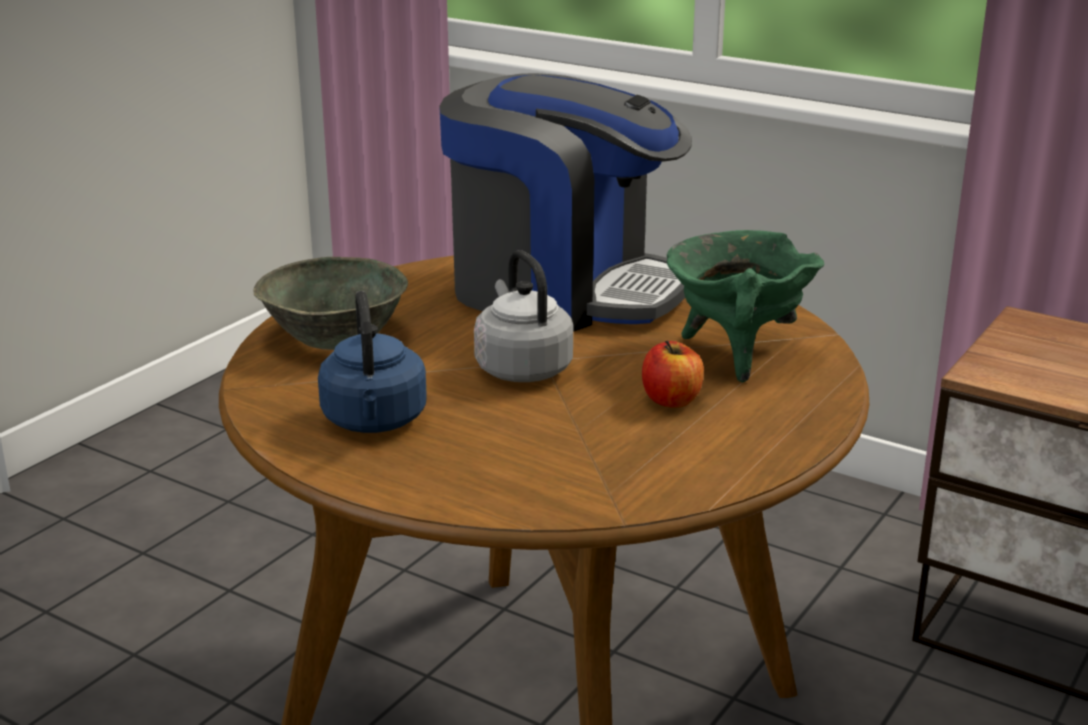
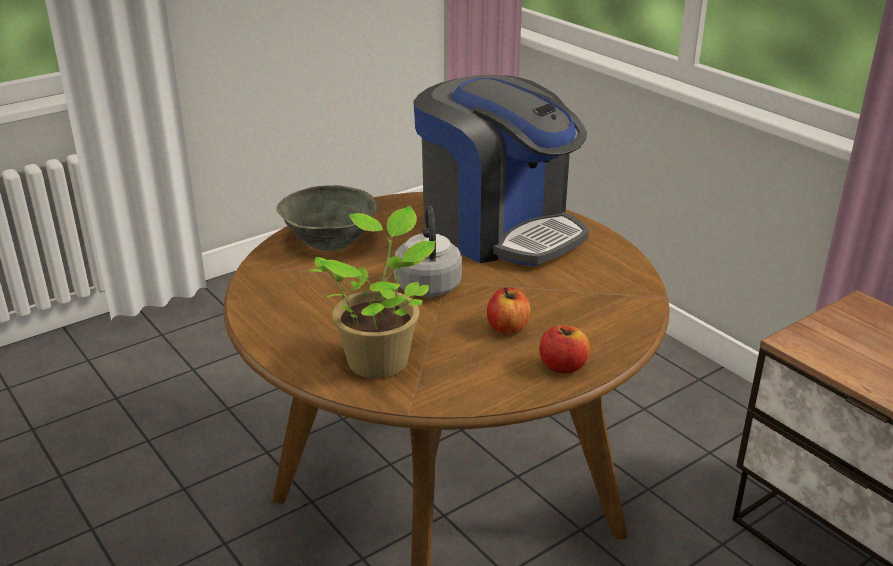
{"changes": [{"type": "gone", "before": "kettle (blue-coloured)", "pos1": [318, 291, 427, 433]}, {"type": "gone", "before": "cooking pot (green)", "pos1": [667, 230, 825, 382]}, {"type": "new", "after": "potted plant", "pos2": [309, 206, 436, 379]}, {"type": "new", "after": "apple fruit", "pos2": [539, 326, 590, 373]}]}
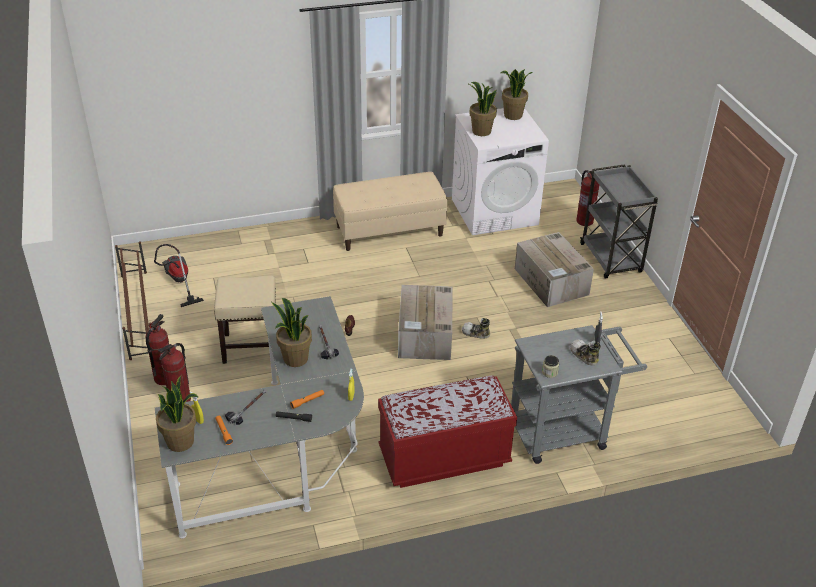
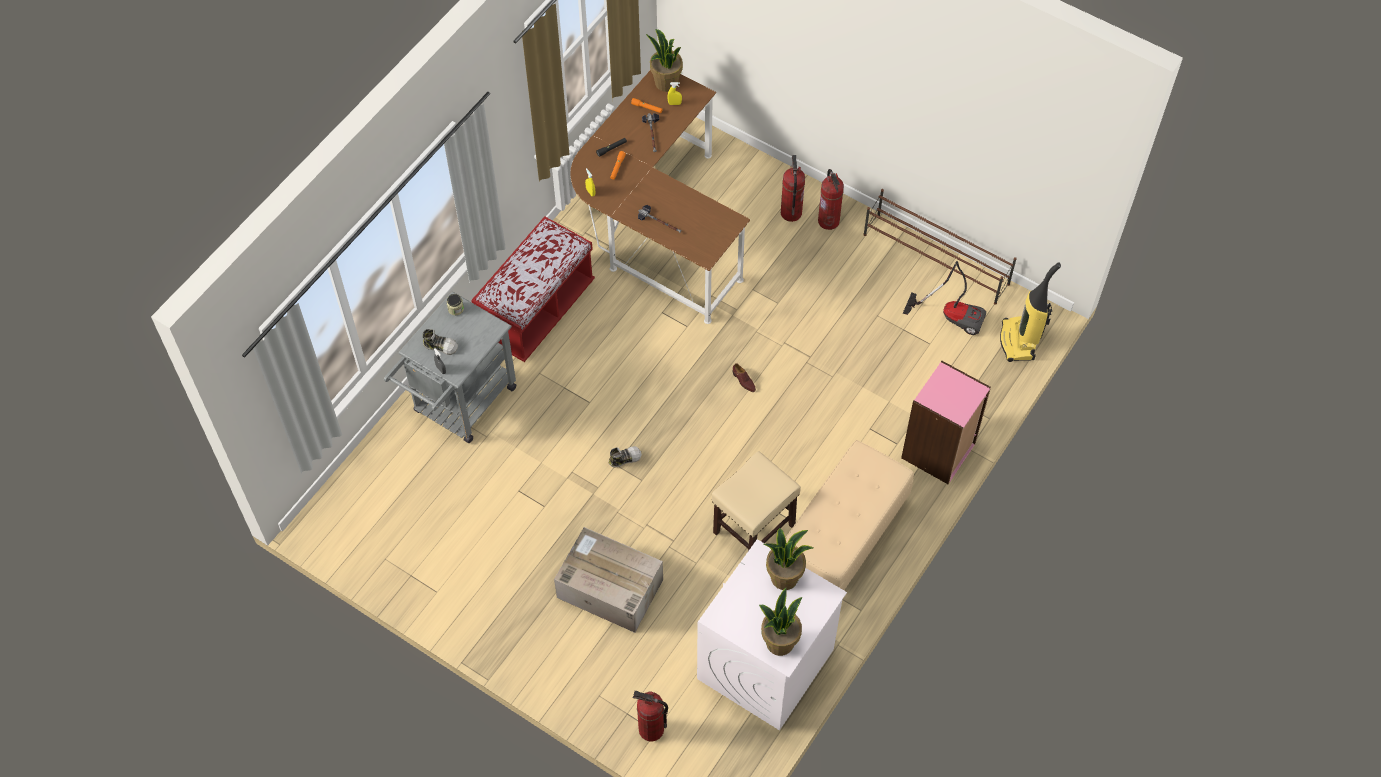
{"changes": [{"type": "repainted", "before": "desk table (greyish)", "after": "desk table (brown)", "pos1": [155, 296, 364, 538], "pos2": [570, 70, 750, 324]}, {"type": "shifted", "before": "stool (sand-coloured)", "pos1": [214, 276, 276, 364], "pos2": [712, 451, 801, 551]}, {"type": "gone", "before": "potted plant", "pos1": [271, 298, 312, 367]}, {"type": "gone", "before": "cardboard box", "pos1": [398, 285, 453, 360]}, {"type": "gone", "before": "trolley (greyish)", "pos1": [580, 164, 658, 279]}, {"type": "new", "after": "bookshelf (pink-coloured)", "pos2": [901, 361, 991, 484]}, {"type": "new", "after": "vacuum cleaner", "pos2": [1000, 262, 1061, 362]}]}
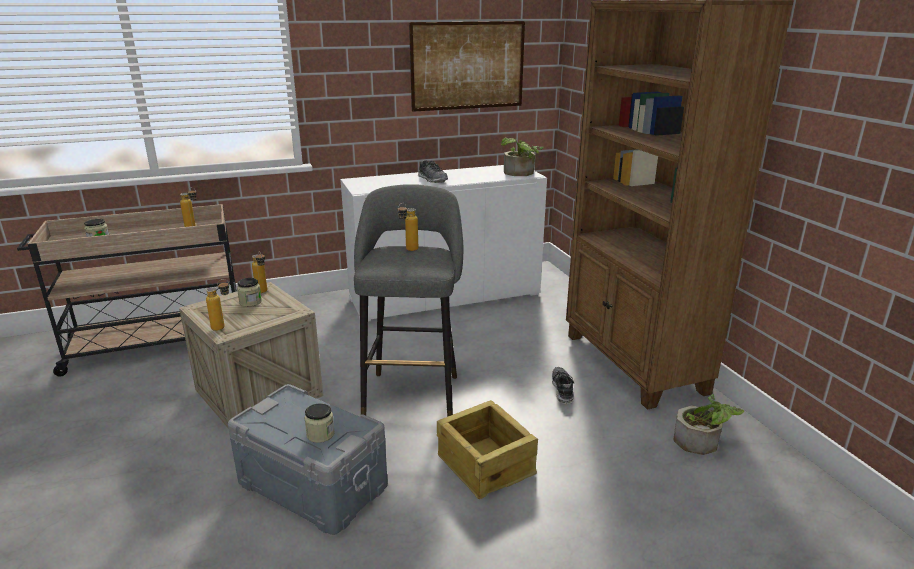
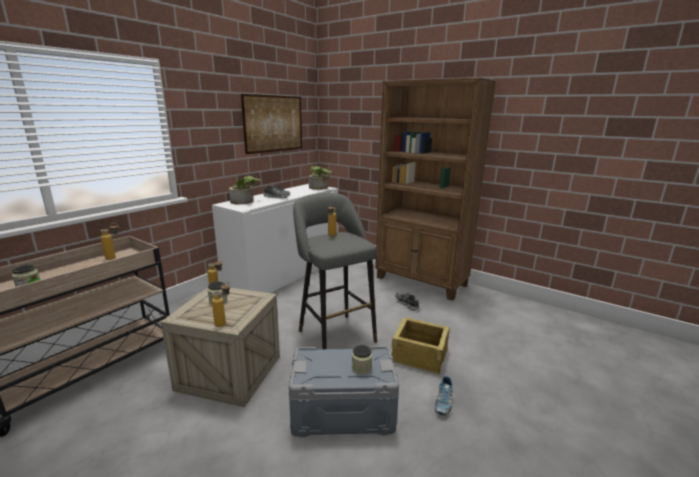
{"changes": [{"type": "shifted", "before": "potted plant", "pos1": [673, 394, 744, 455], "pos2": [229, 176, 261, 205]}, {"type": "new", "after": "shoe", "pos2": [434, 376, 453, 415]}]}
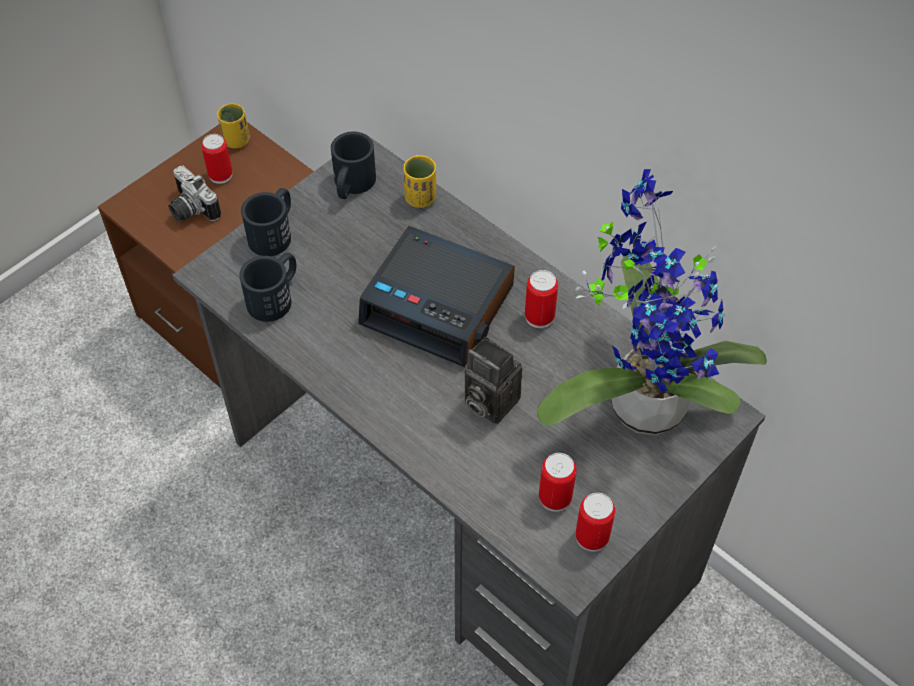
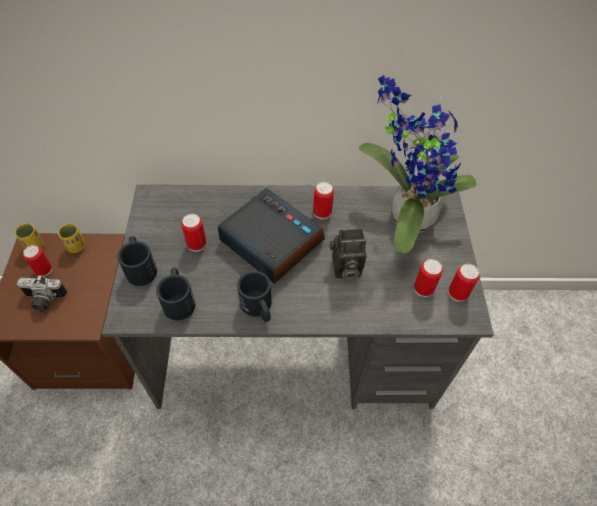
{"changes": [{"type": "shifted", "before": "coffee mug (black-coloured)", "pos1": [331, 132, 376, 199], "pos2": [237, 271, 272, 322]}, {"type": "rotated", "before": "table clock", "pos1": [358, 226, 515, 367], "pos2": [217, 188, 325, 284], "turn": -120}, {"type": "shifted", "before": "drinking cup (yellow-coloured)", "pos1": [403, 155, 436, 208], "pos2": [58, 223, 85, 253]}, {"type": "new", "after": "can", "pos2": [181, 214, 206, 252]}]}
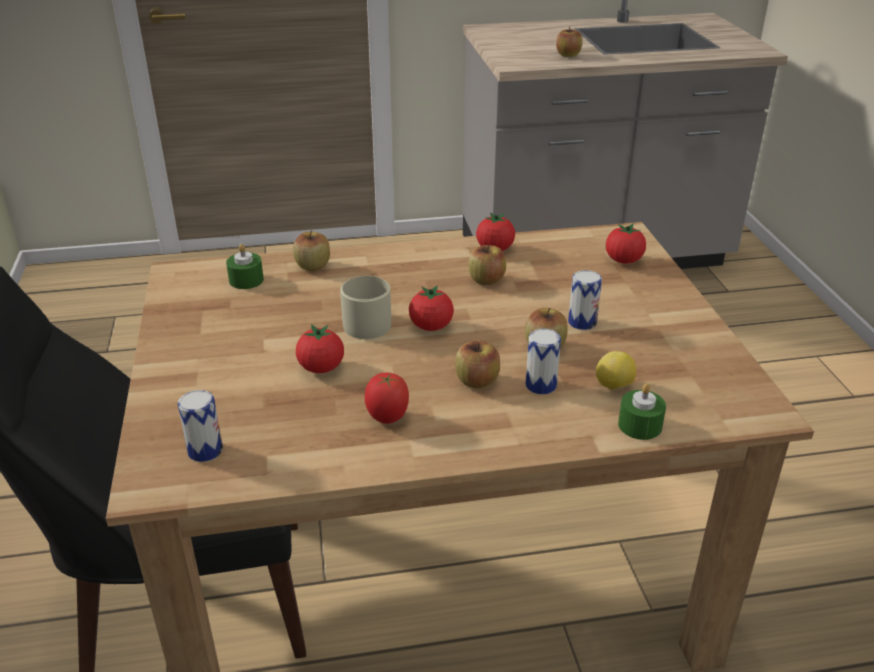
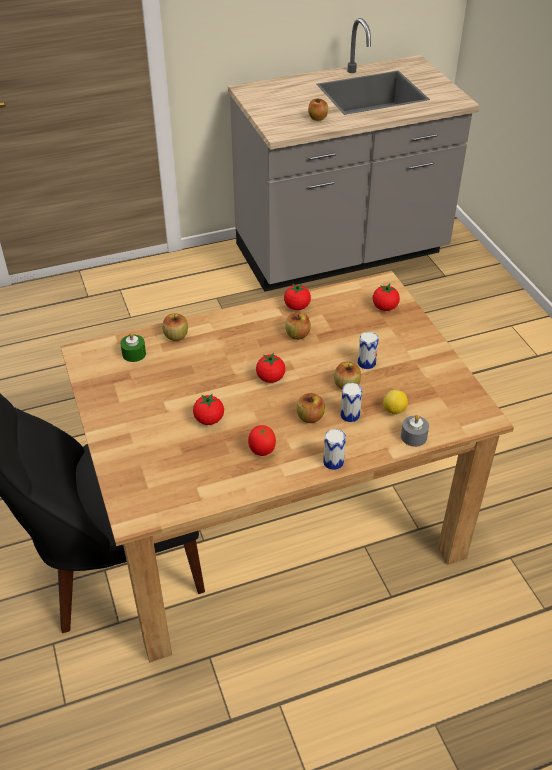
{"changes": [{"type": "shifted", "before": "can", "pos1": [178, 390, 223, 462], "pos2": [323, 429, 346, 470]}, {"type": "gone", "before": "coffee mug (sand-coloured)", "pos1": [340, 276, 391, 339]}, {"type": "repainted", "before": "candle (green)", "after": "candle (greyish)", "pos1": [618, 384, 666, 440], "pos2": [401, 415, 429, 447]}]}
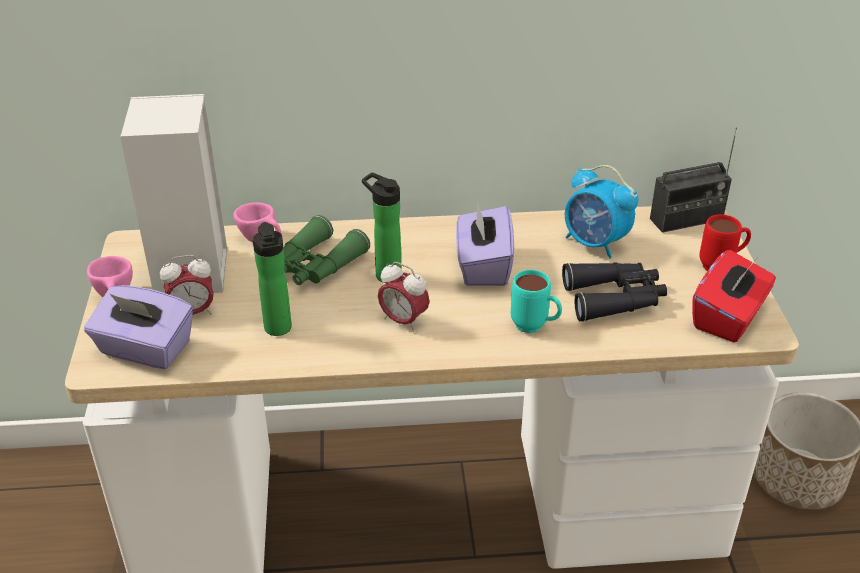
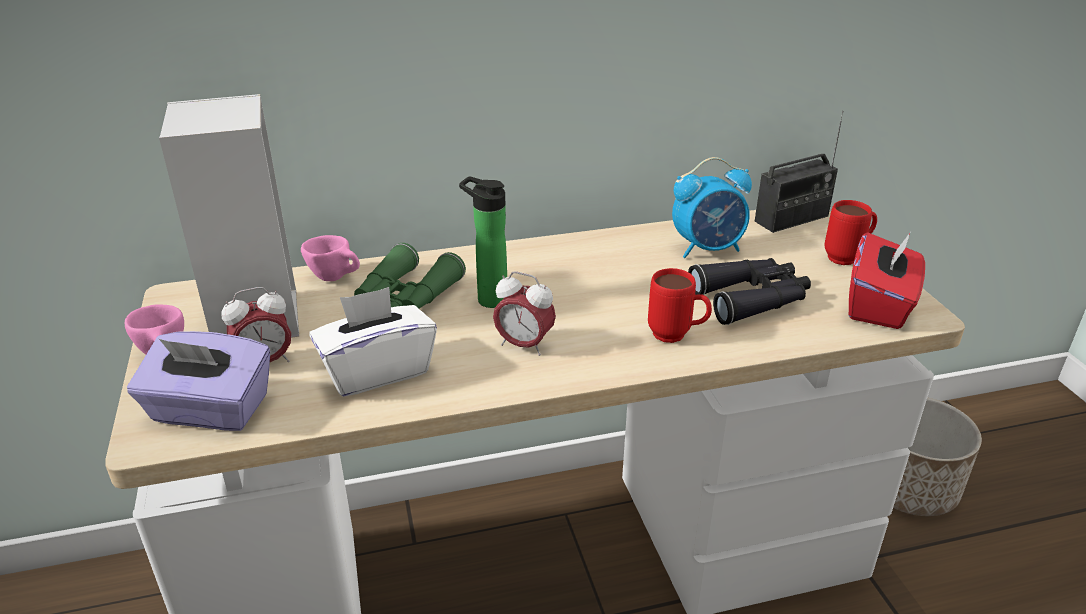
{"changes": [{"type": "swapped", "before": "drink bottle", "after": "box of tissues (whitish)", "pos1": [252, 222, 292, 336], "pos2": [309, 287, 437, 397]}, {"type": "gone", "before": "box of tissues (purple-coloured)", "pos1": [456, 202, 514, 286]}, {"type": "repainted", "before": "coffee mug (turquoise)", "after": "coffee mug (reddish)", "pos1": [511, 270, 562, 333], "pos2": [648, 268, 712, 343]}, {"type": "rotated", "before": "table clock", "pos1": [565, 165, 639, 258], "pos2": [672, 157, 752, 258], "turn": -45}]}
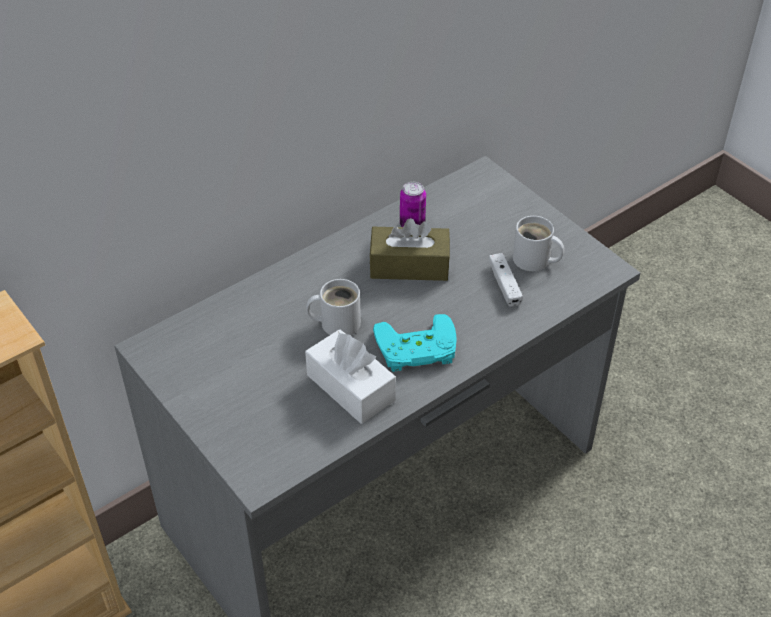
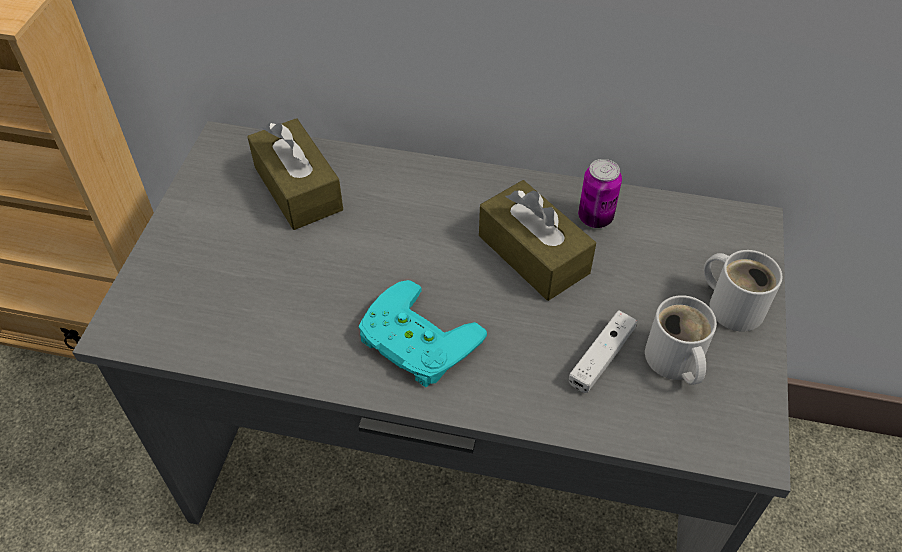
{"changes": [{"type": "gone", "before": "box of tissues (whitish)", "pos1": [305, 329, 396, 424]}, {"type": "shifted", "before": "coffee mug (whitish)", "pos1": [306, 279, 361, 335], "pos2": [704, 250, 783, 331]}, {"type": "new", "after": "box of tissues (brown)", "pos2": [248, 118, 343, 230]}]}
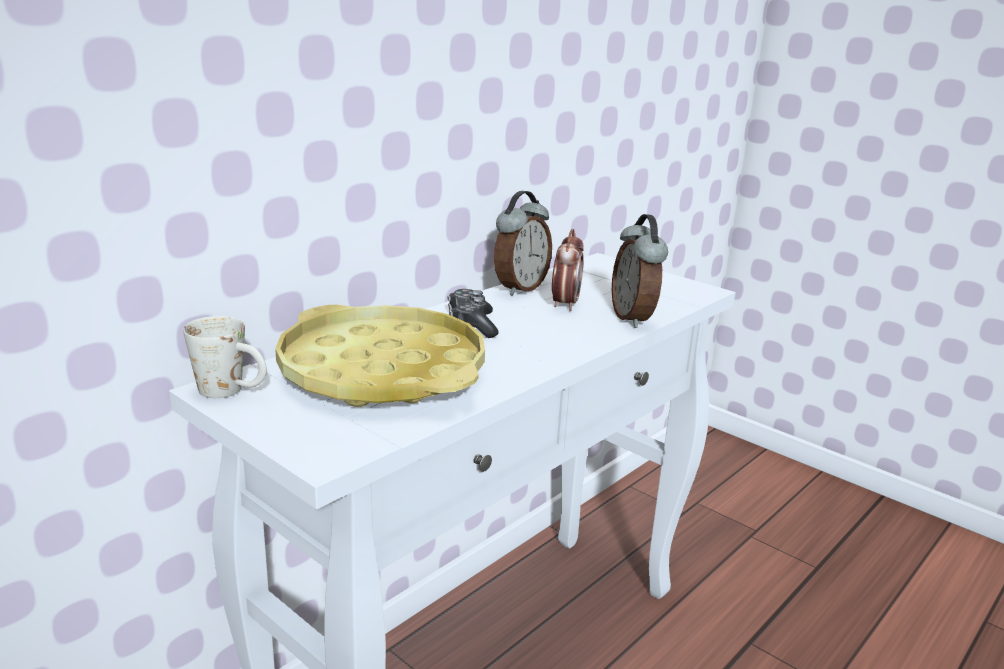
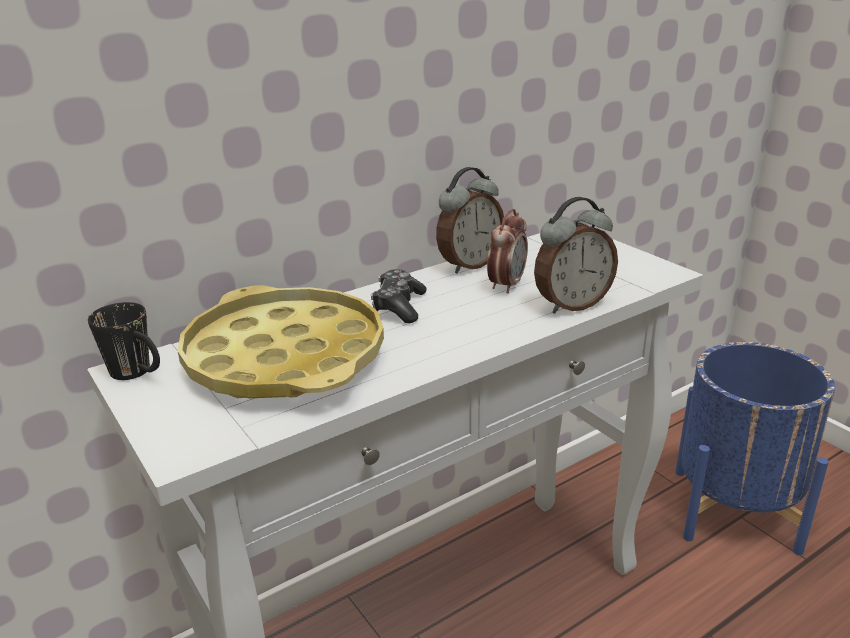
{"changes": [{"type": "repainted", "before": "coffee mug (whitish)", "after": "coffee mug (black-coloured)", "pos1": [183, 316, 267, 398], "pos2": [88, 302, 160, 380]}, {"type": "rotated", "before": "table clock", "pos1": [612, 214, 668, 328], "pos2": [534, 197, 618, 314], "turn": -120}, {"type": "new", "after": "flower pot (blue-coloured)", "pos2": [675, 342, 835, 555]}]}
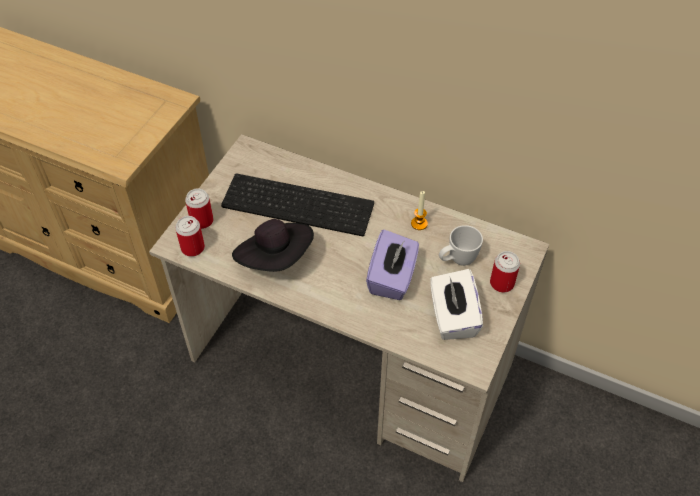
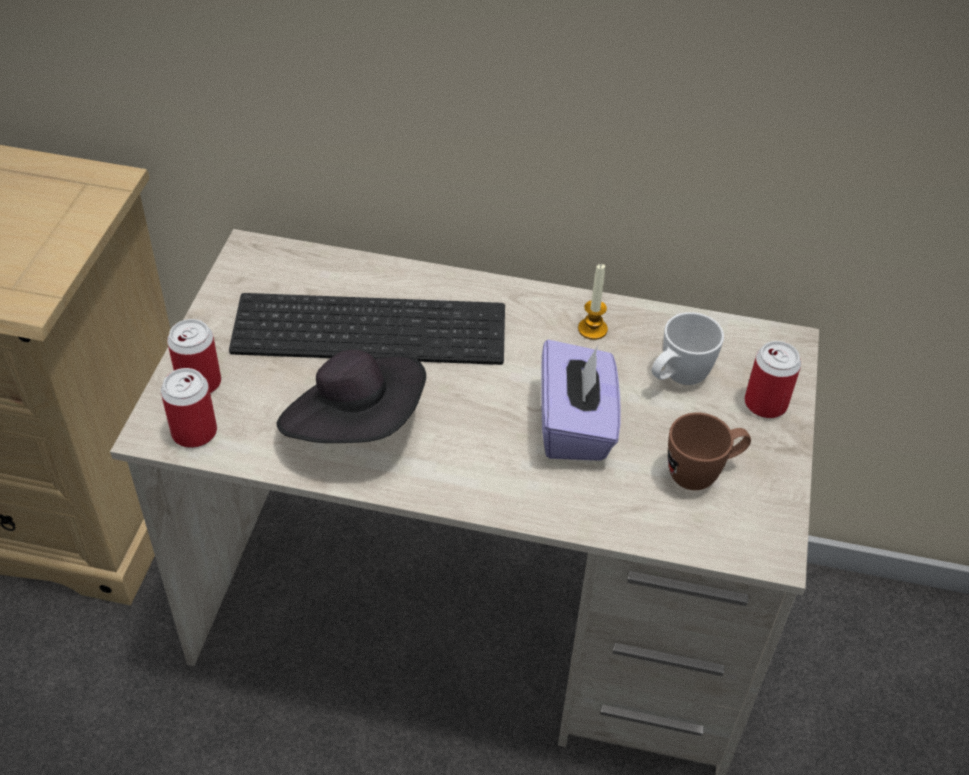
{"changes": [{"type": "swapped", "before": "box of tissues (whitish)", "after": "coffee mug (brown)", "pos1": [430, 269, 483, 340], "pos2": [668, 412, 751, 490]}]}
